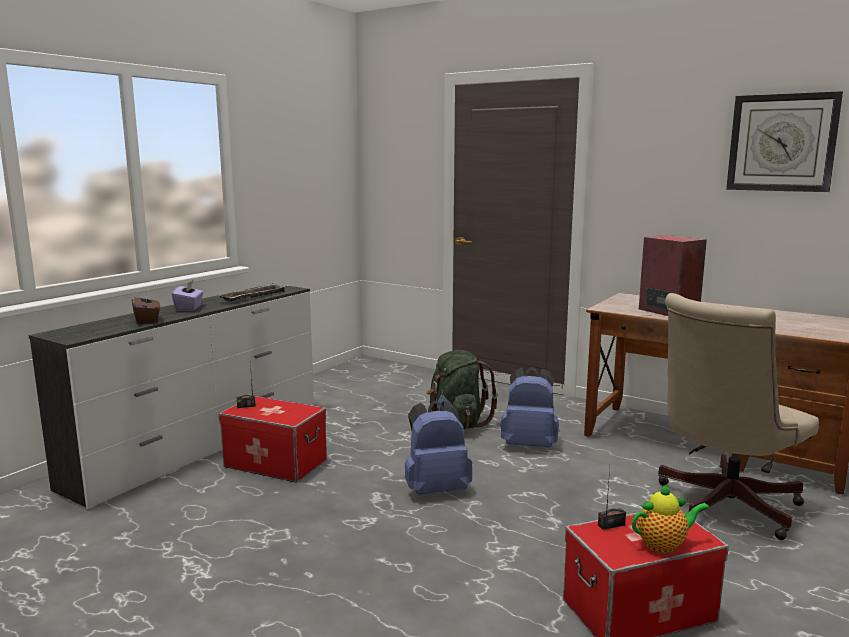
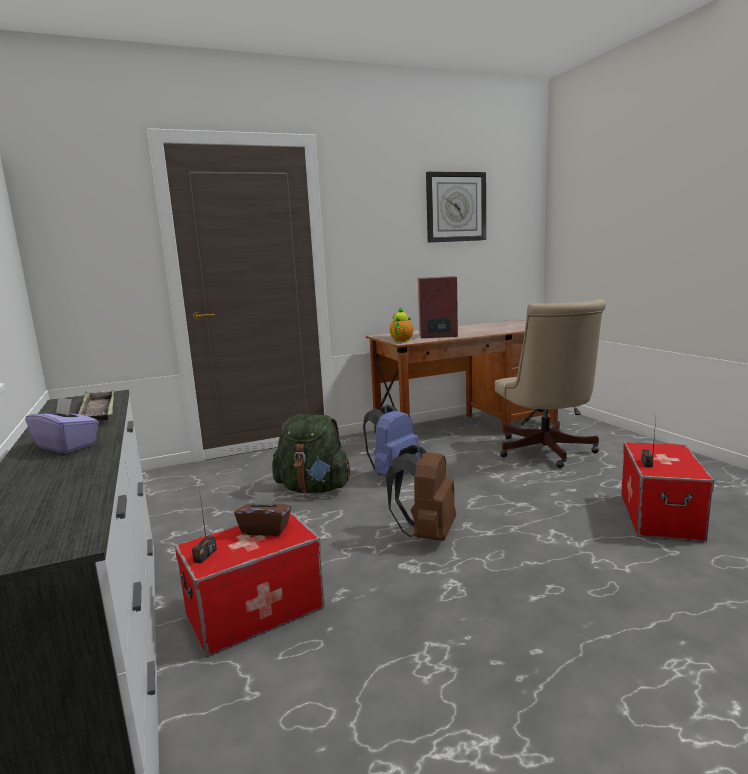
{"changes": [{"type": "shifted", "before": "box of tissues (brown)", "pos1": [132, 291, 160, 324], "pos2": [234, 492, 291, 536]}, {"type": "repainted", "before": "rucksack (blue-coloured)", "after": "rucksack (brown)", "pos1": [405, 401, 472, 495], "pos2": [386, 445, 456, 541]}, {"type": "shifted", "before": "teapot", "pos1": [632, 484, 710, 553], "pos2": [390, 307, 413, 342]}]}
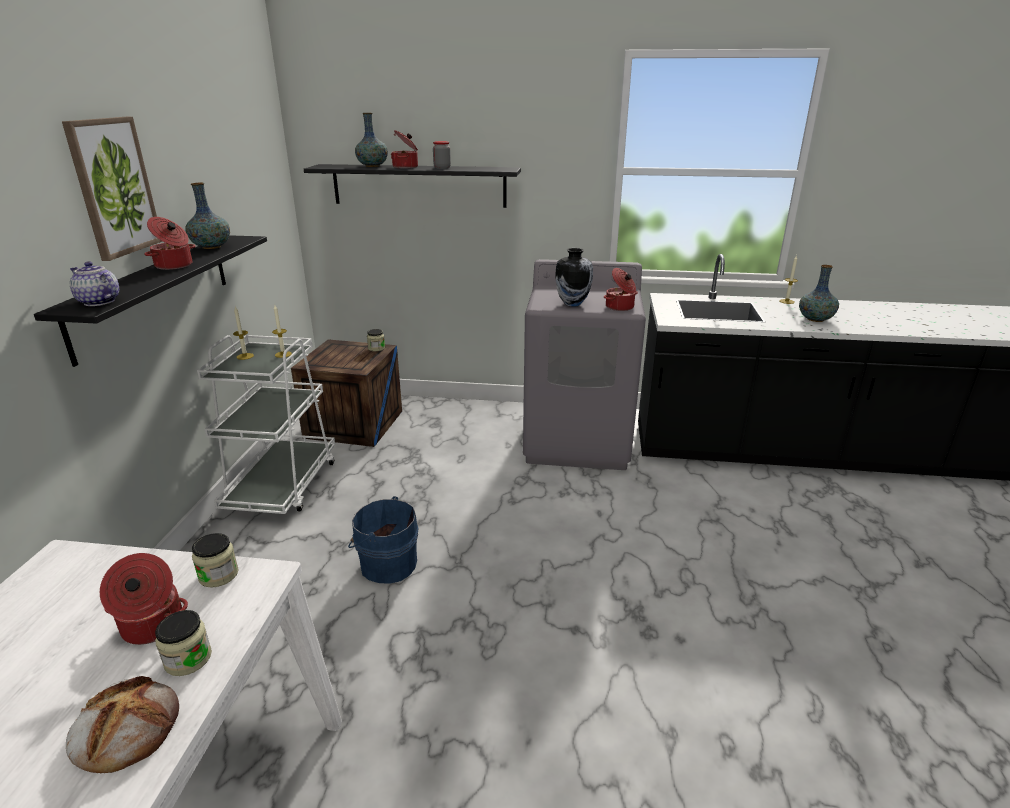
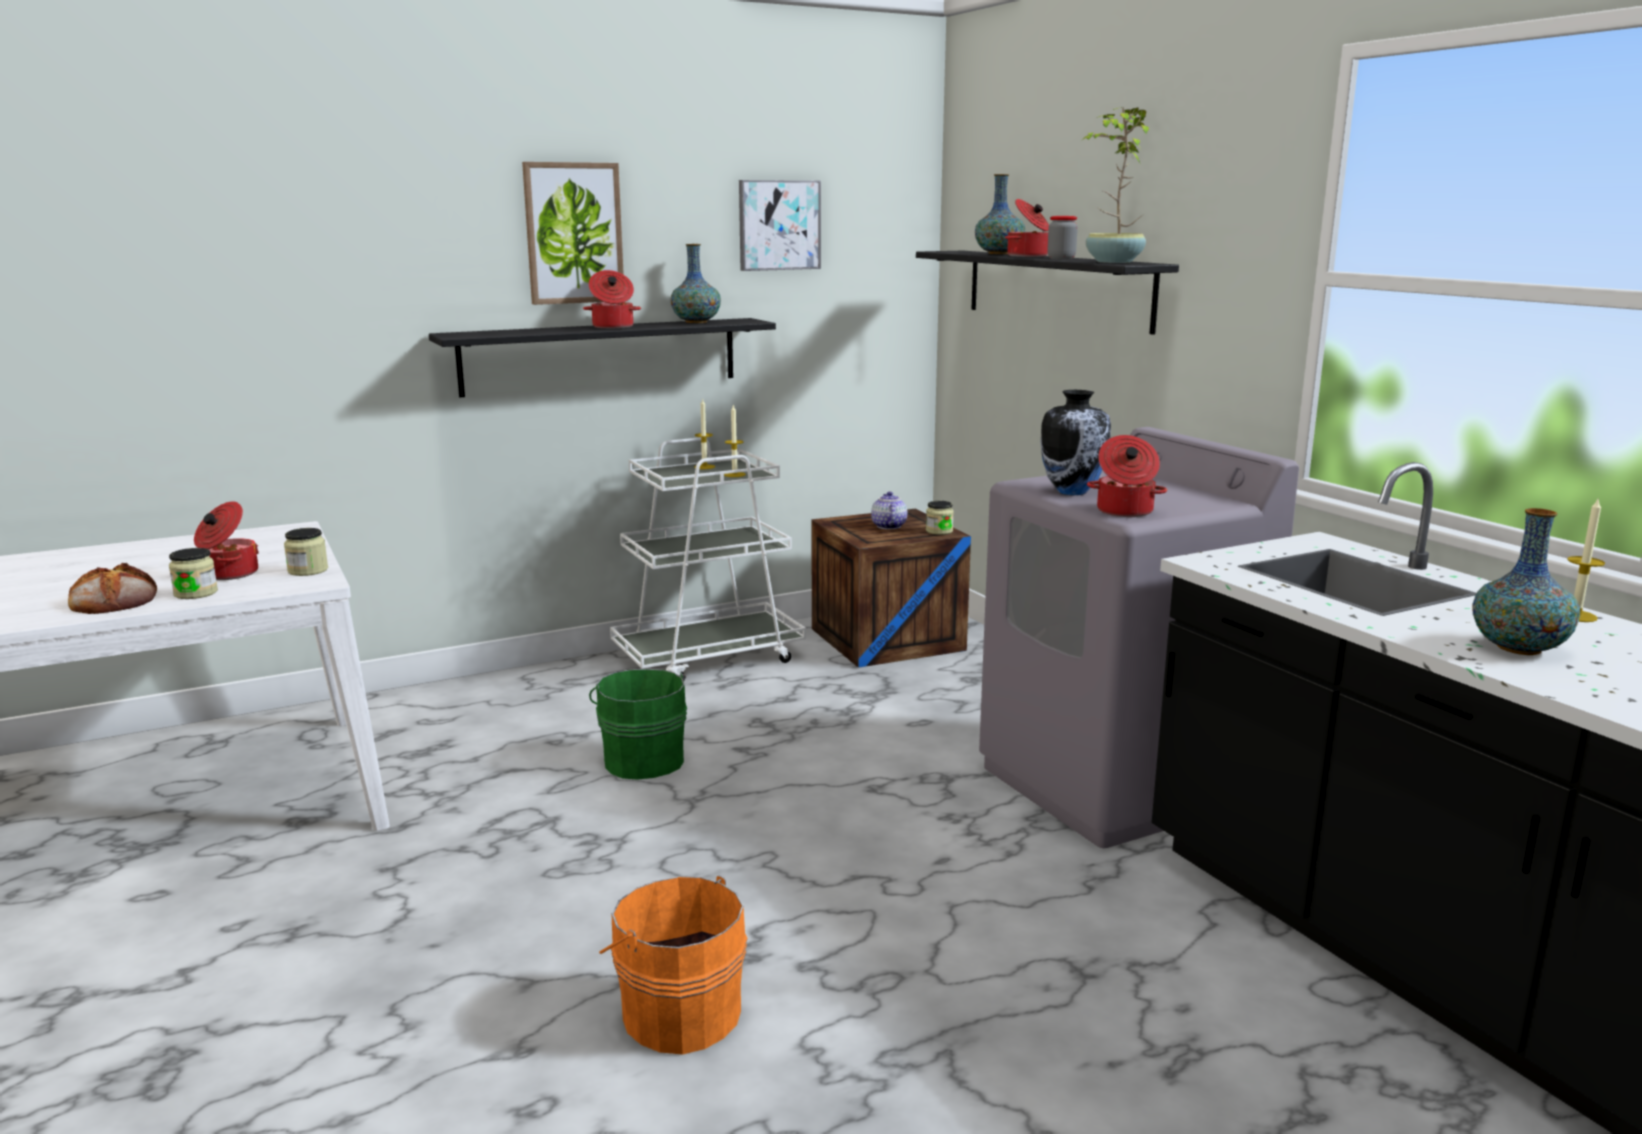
{"changes": [{"type": "shifted", "before": "teapot", "pos1": [70, 261, 119, 306], "pos2": [871, 492, 907, 529]}, {"type": "repainted", "before": "bucket (blue-coloured)", "after": "bucket (green)", "pos1": [348, 496, 419, 584], "pos2": [589, 669, 687, 780]}, {"type": "new", "after": "bucket (orange-coloured)", "pos2": [599, 875, 748, 1055]}, {"type": "new", "after": "wall art", "pos2": [739, 180, 821, 271]}, {"type": "new", "after": "potted plant", "pos2": [1082, 107, 1149, 263]}]}
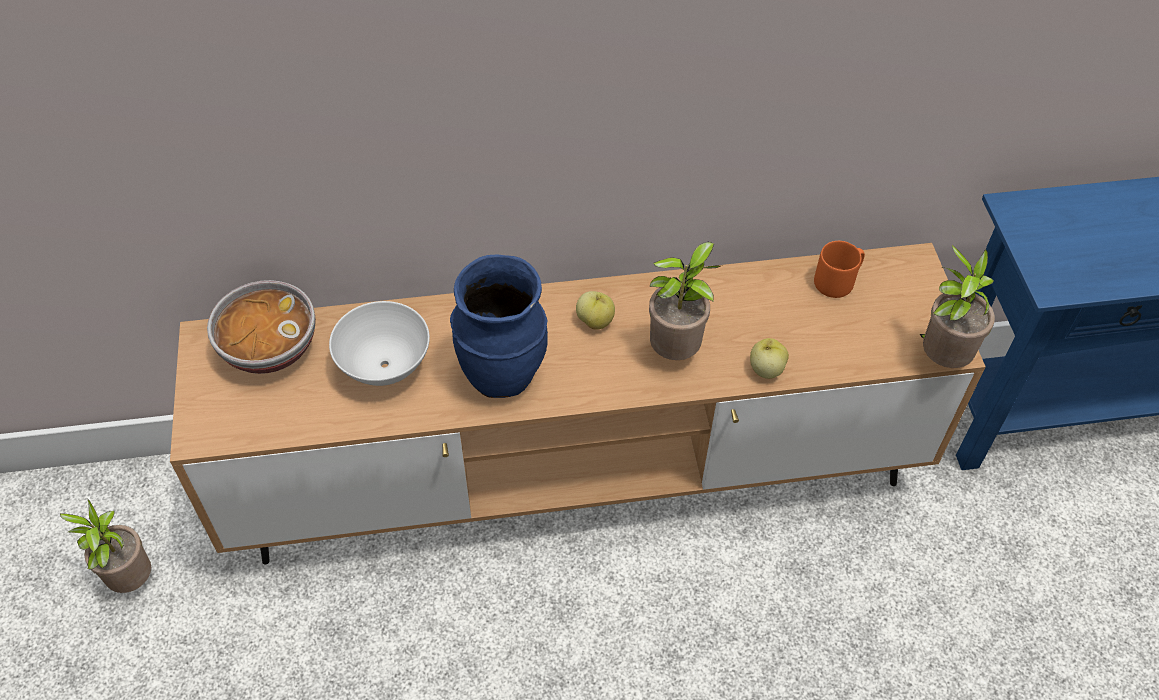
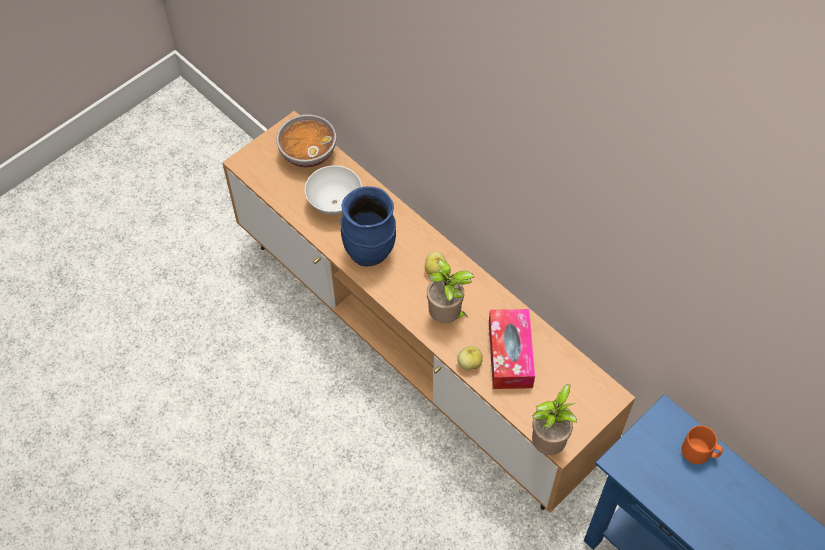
{"changes": [{"type": "gone", "before": "potted plant", "pos1": [60, 499, 151, 593]}, {"type": "shifted", "before": "coffee mug (orange-coloured)", "pos1": [814, 241, 865, 298], "pos2": [682, 425, 723, 464]}, {"type": "new", "after": "box of tissues", "pos2": [489, 309, 535, 389]}]}
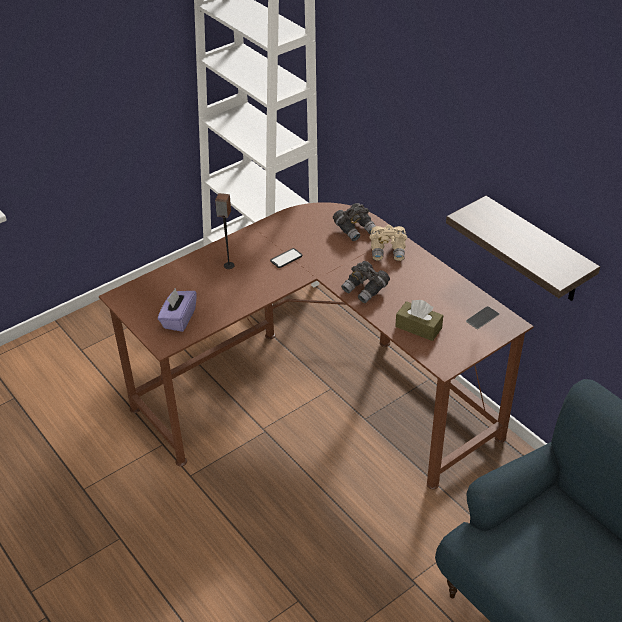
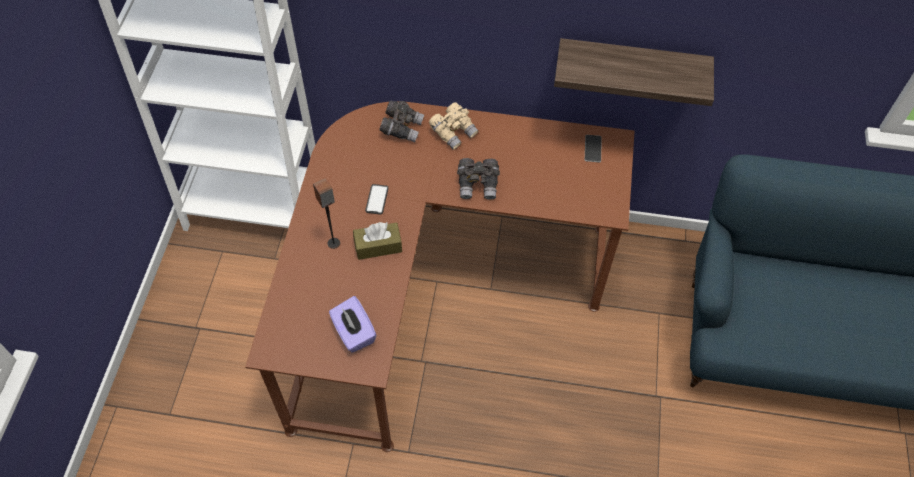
{"changes": [{"type": "shifted", "before": "box of tissues (brown)", "pos1": [395, 300, 443, 341], "pos2": [353, 222, 402, 260]}]}
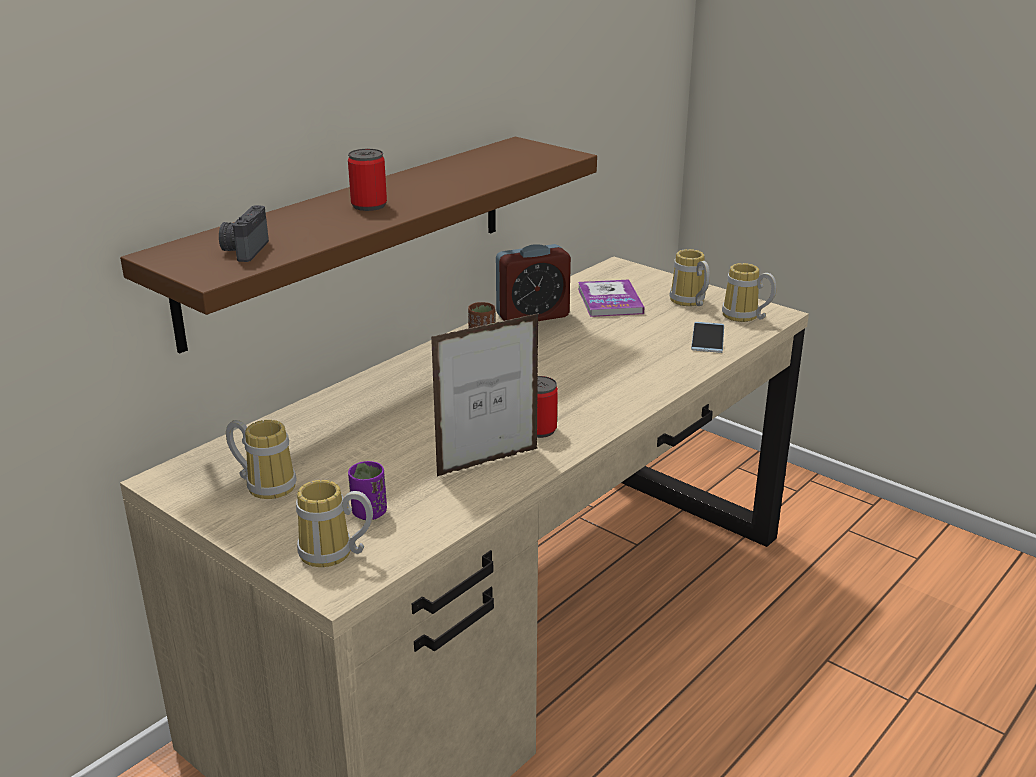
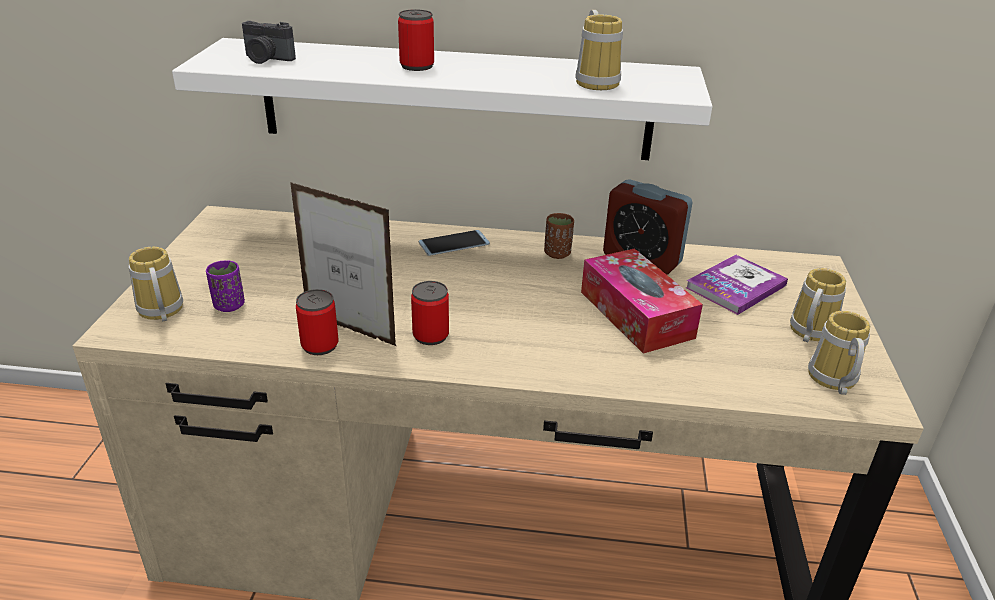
{"changes": [{"type": "repainted", "before": "wall shelf (brown)", "after": "wall shelf (whitish)", "pos1": [120, 137, 597, 353], "pos2": [172, 38, 713, 160]}, {"type": "rotated", "before": "photo camera", "pos1": [219, 205, 269, 262], "pos2": [242, 21, 296, 64], "turn": -135}, {"type": "shifted", "before": "coffee mug", "pos1": [226, 420, 296, 499], "pos2": [575, 10, 623, 90]}, {"type": "shifted", "before": "handset", "pos1": [691, 322, 724, 353], "pos2": [419, 230, 490, 256]}, {"type": "new", "after": "can", "pos2": [296, 289, 339, 355]}, {"type": "new", "after": "box of tissues", "pos2": [581, 248, 703, 354]}]}
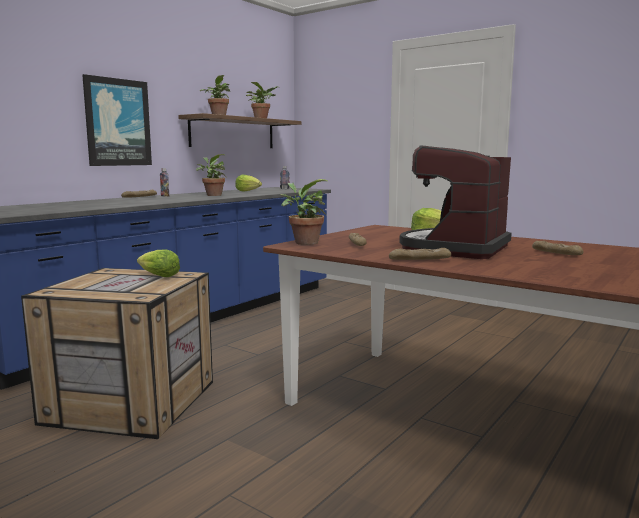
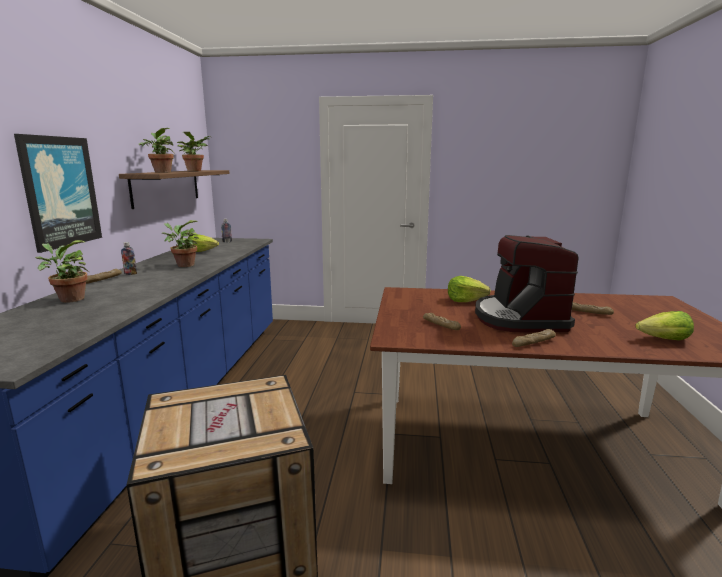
{"changes": [{"type": "shifted", "before": "lettuce head", "pos1": [137, 249, 180, 277], "pos2": [635, 311, 694, 340]}, {"type": "shifted", "before": "potted plant", "pos1": [280, 179, 327, 245], "pos2": [35, 240, 90, 303]}]}
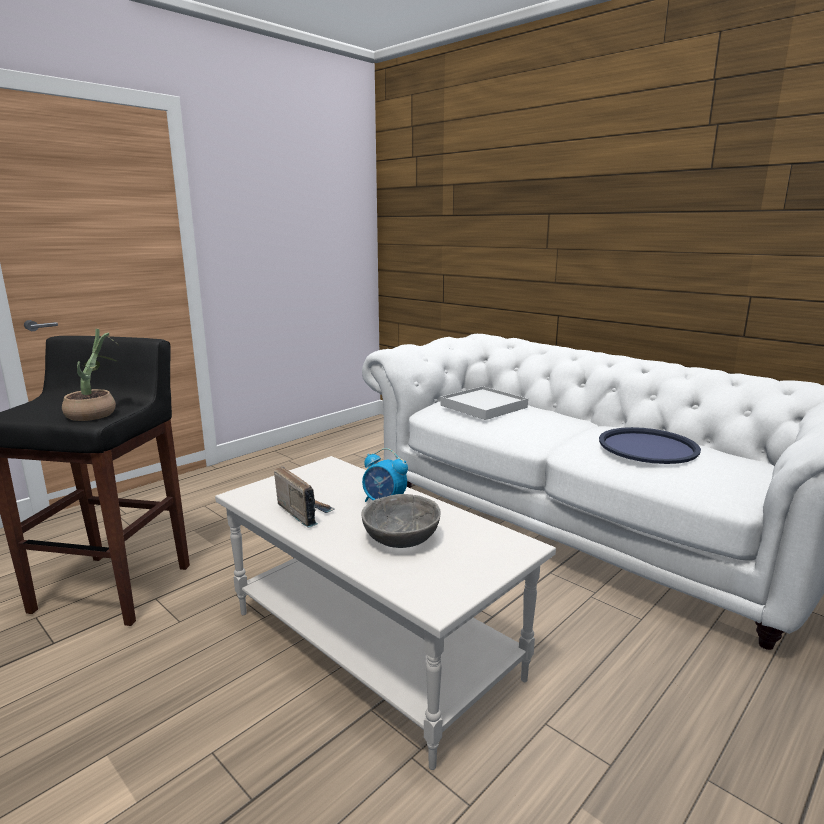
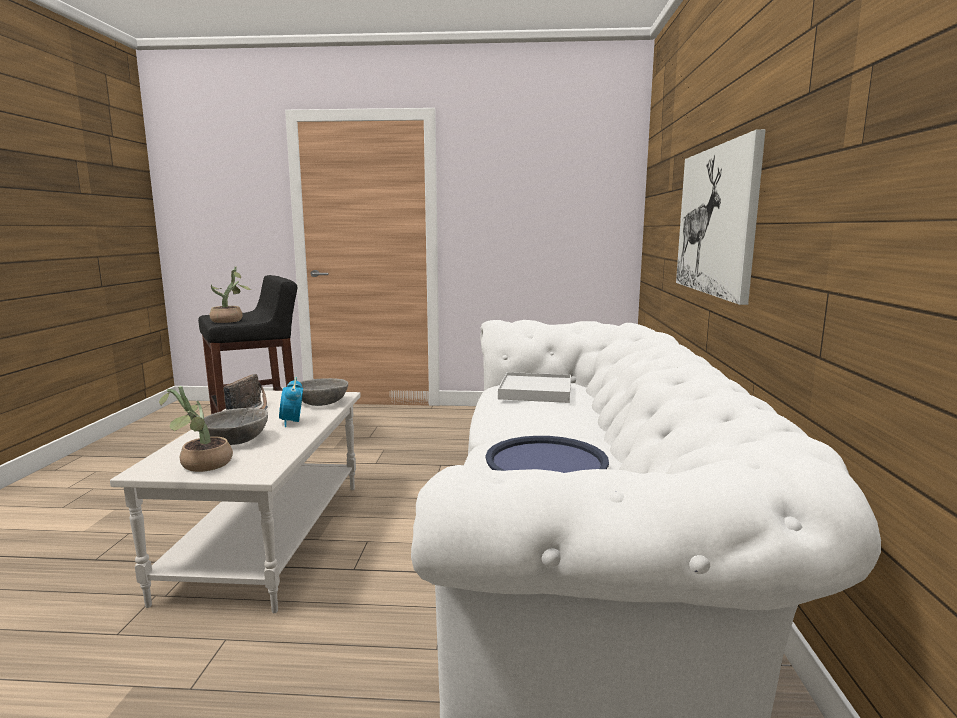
{"changes": [{"type": "new", "after": "potted plant", "pos2": [159, 386, 233, 472]}, {"type": "new", "after": "serving bowl (greyish)", "pos2": [300, 378, 348, 406]}, {"type": "new", "after": "wall art", "pos2": [676, 129, 766, 305]}]}
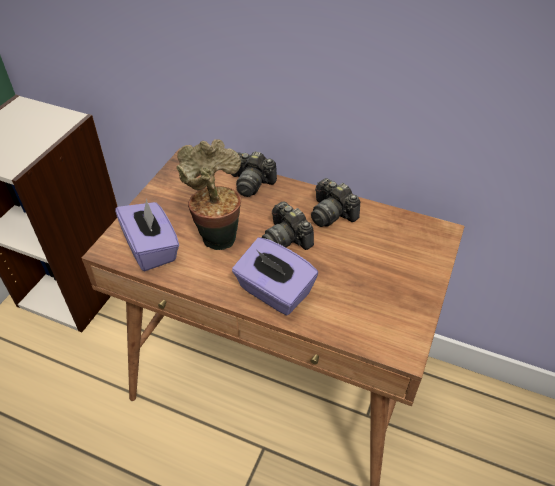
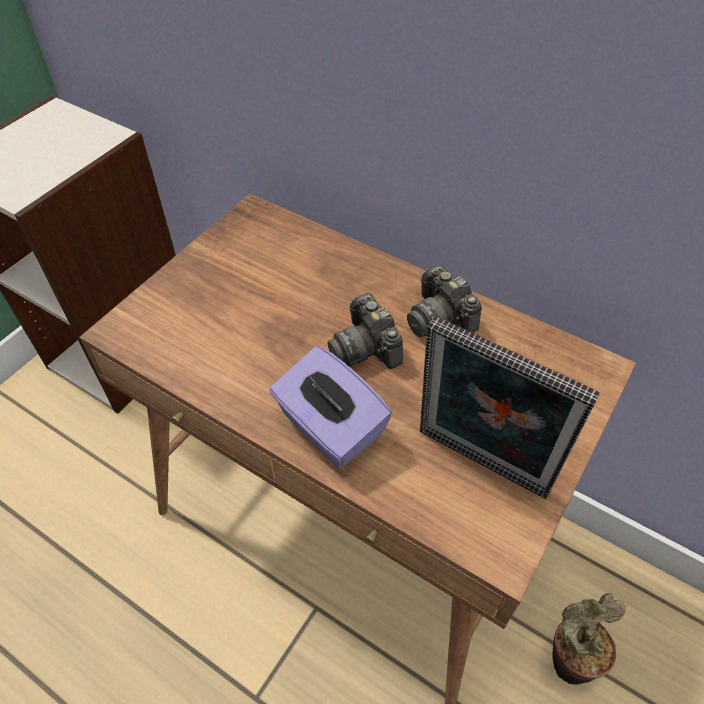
{"changes": [{"type": "gone", "before": "box of tissues (purple-coloured)", "pos1": [115, 198, 180, 271]}, {"type": "shifted", "before": "potted plant", "pos1": [176, 139, 241, 250], "pos2": [552, 593, 626, 685]}, {"type": "gone", "before": "photo camera", "pos1": [231, 151, 277, 197]}, {"type": "new", "after": "standing frame", "pos2": [420, 316, 600, 499]}]}
